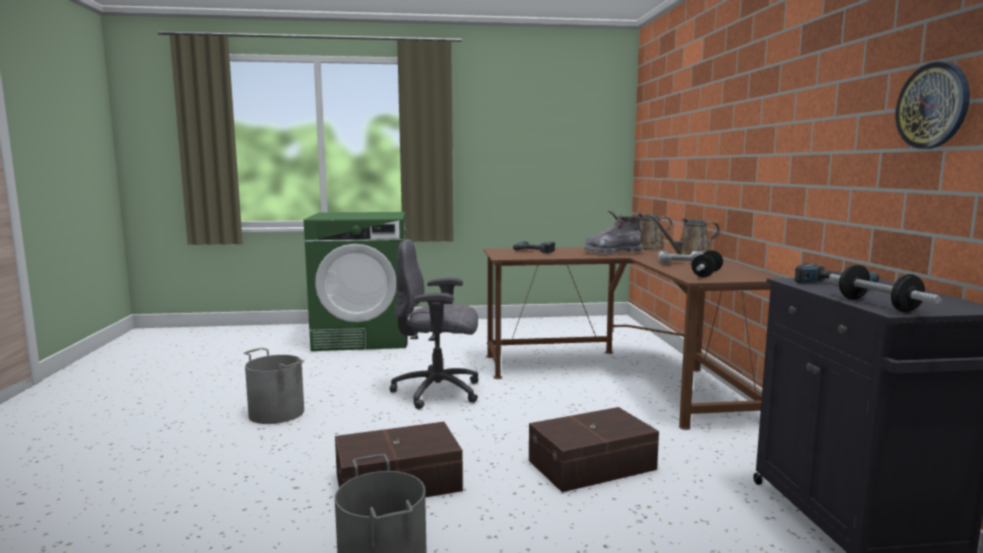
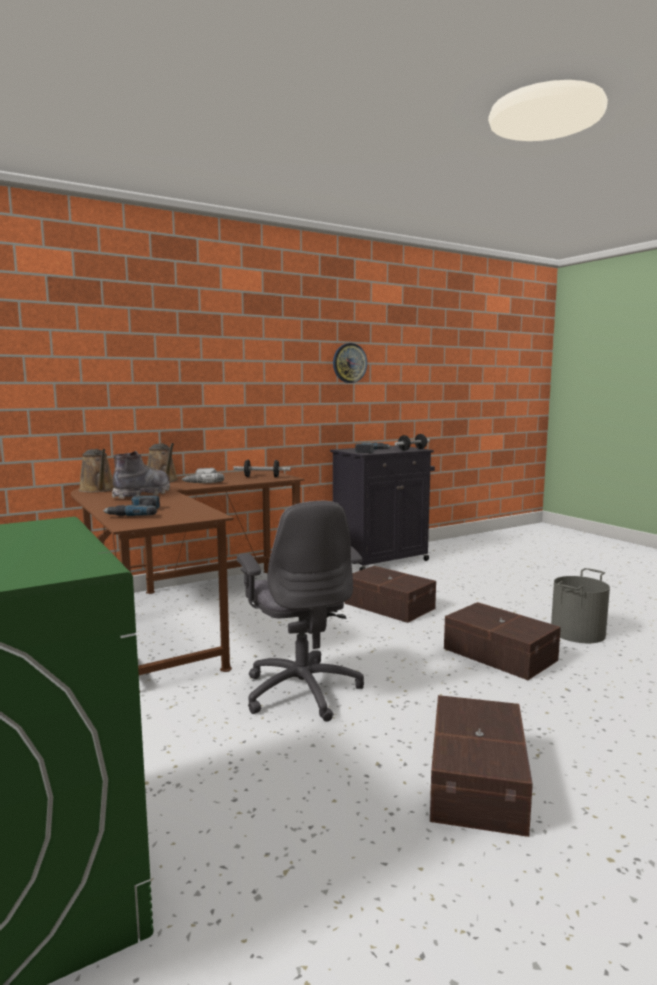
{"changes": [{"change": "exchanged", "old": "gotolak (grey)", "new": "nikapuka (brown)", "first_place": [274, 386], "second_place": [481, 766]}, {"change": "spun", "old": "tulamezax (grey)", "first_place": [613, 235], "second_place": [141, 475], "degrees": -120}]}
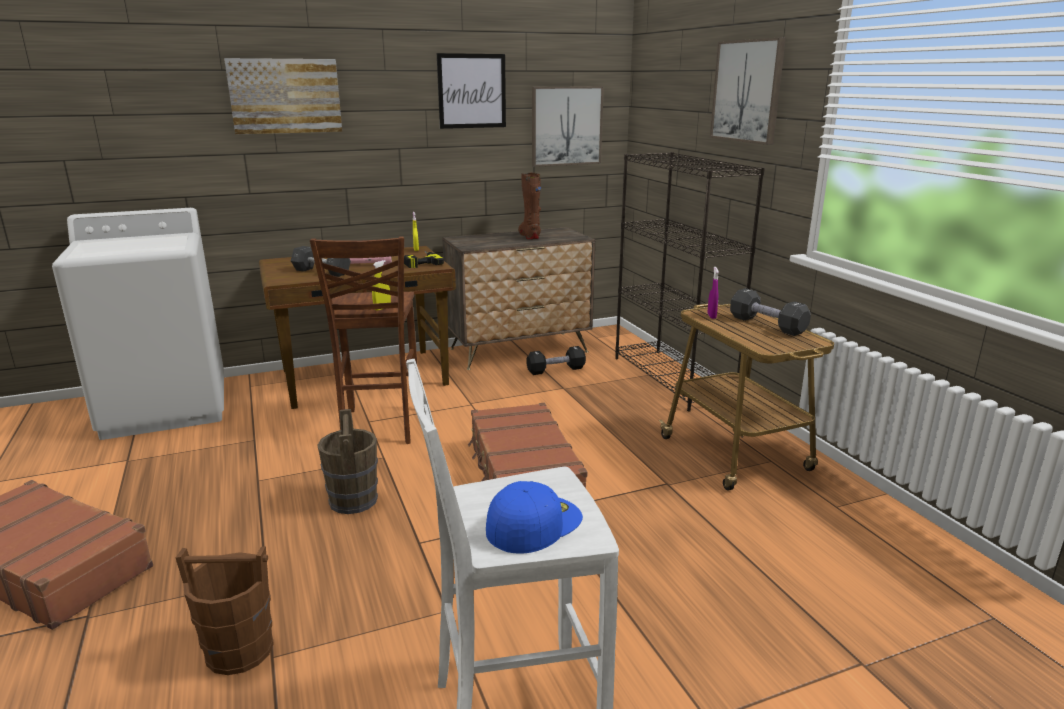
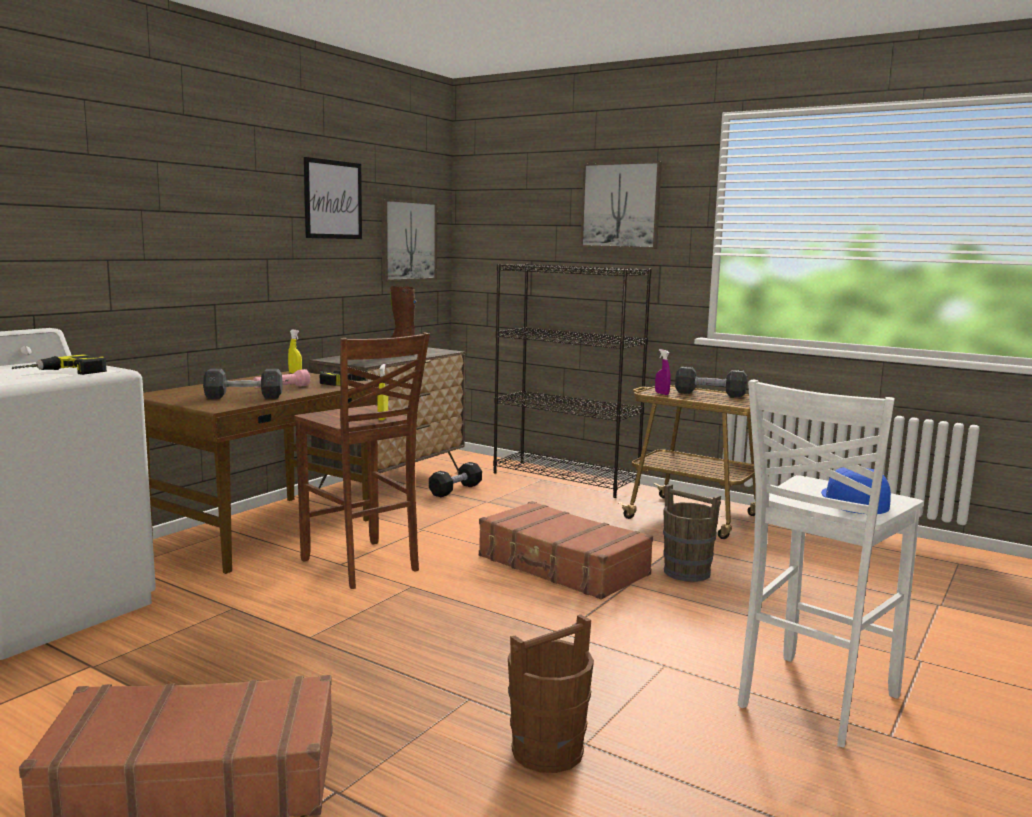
{"changes": [{"change": "missing", "old": "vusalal", "first_place": [283, 96]}, {"change": "relocated", "old": "gotolak (brown)", "first_place": [347, 461], "second_place": [692, 533]}, {"change": "appeared", "new": "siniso", "second_place": [59, 364]}]}
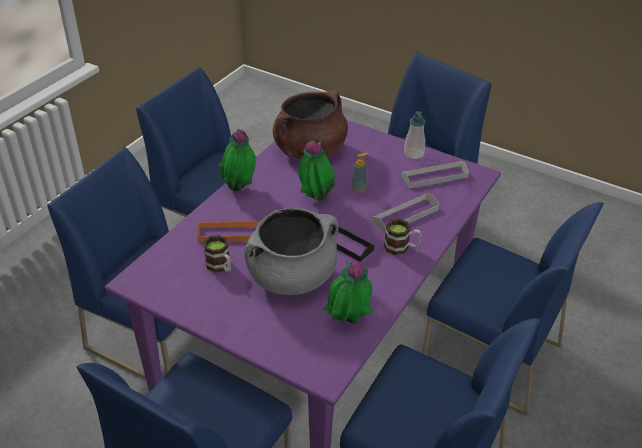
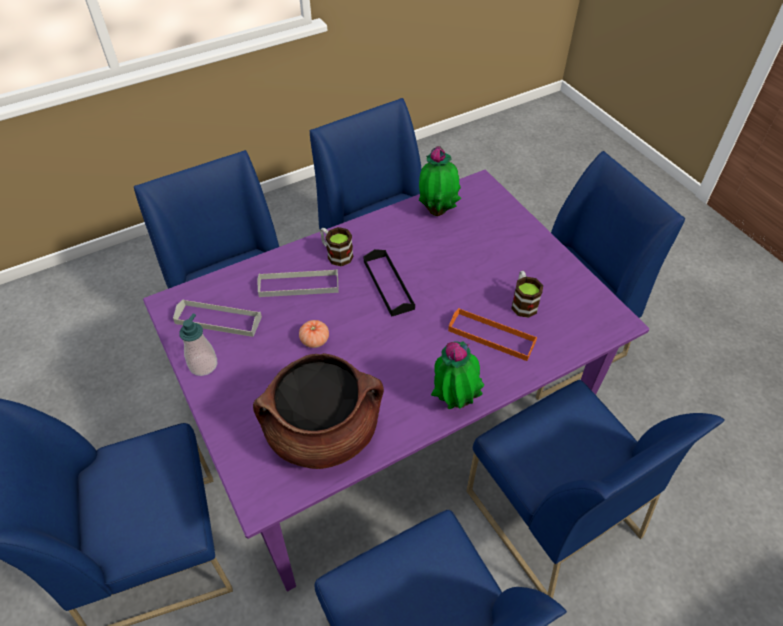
{"changes": [{"change": "missing", "old": "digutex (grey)", "first_place": [291, 251]}, {"change": "missing", "old": "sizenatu", "first_place": [317, 171]}, {"change": "exchanged", "old": "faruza", "new": "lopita", "first_place": [360, 173], "second_place": [314, 334]}]}
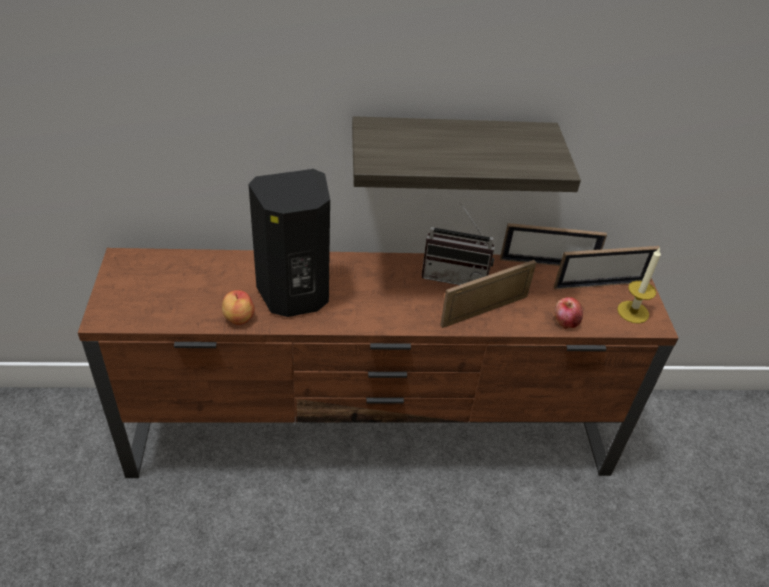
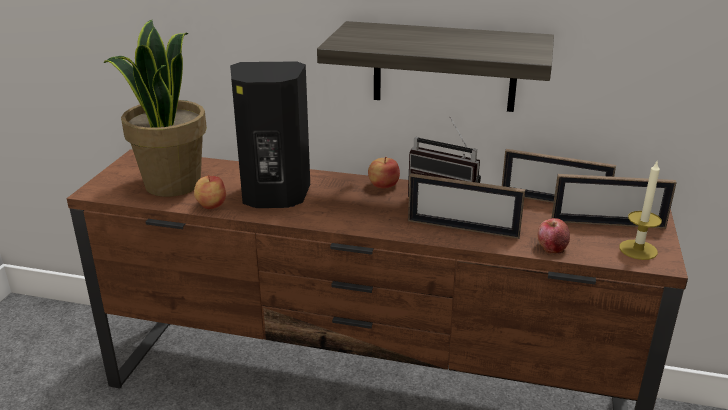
{"changes": [{"change": "spun", "old": "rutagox", "first_place": [488, 294], "second_place": [466, 206], "degrees": -150}, {"change": "appeared", "new": "sizenatu", "second_place": [155, 108]}, {"change": "appeared", "new": "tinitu", "second_place": [384, 172]}]}
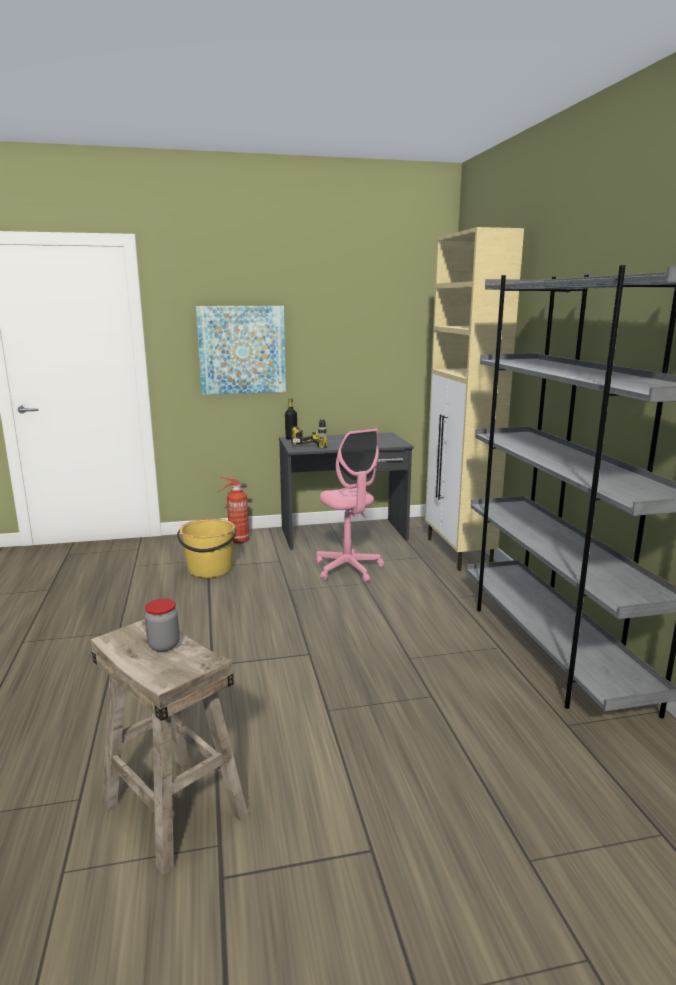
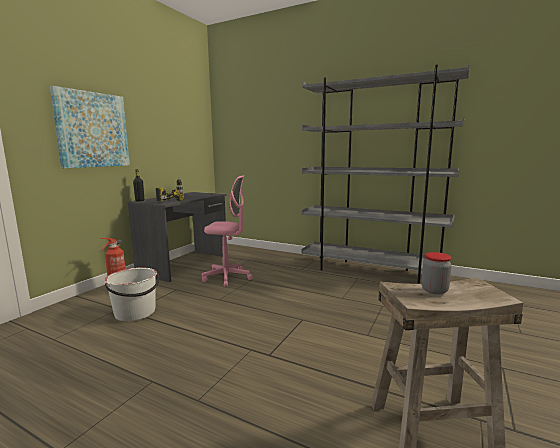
{"changes": [{"change": "colour", "old": "gotolak (yellow)", "new": "gotolak (white)", "first_place": [206, 548], "second_place": [132, 294]}, {"change": "missing", "old": "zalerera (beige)", "first_place": [474, 399]}]}
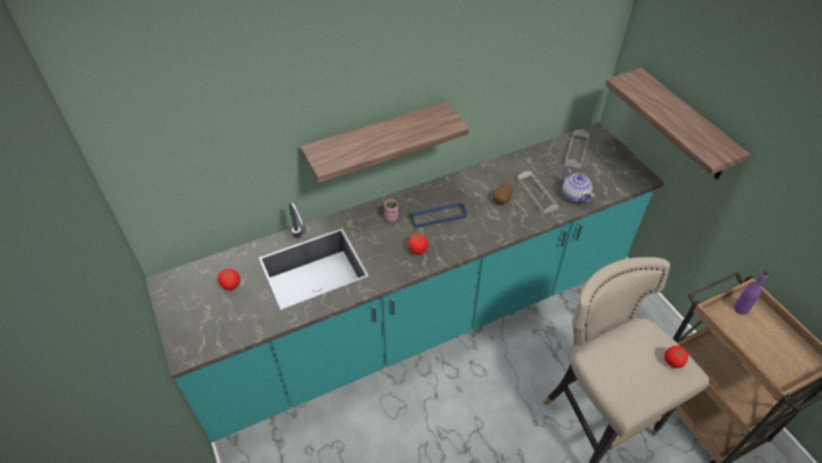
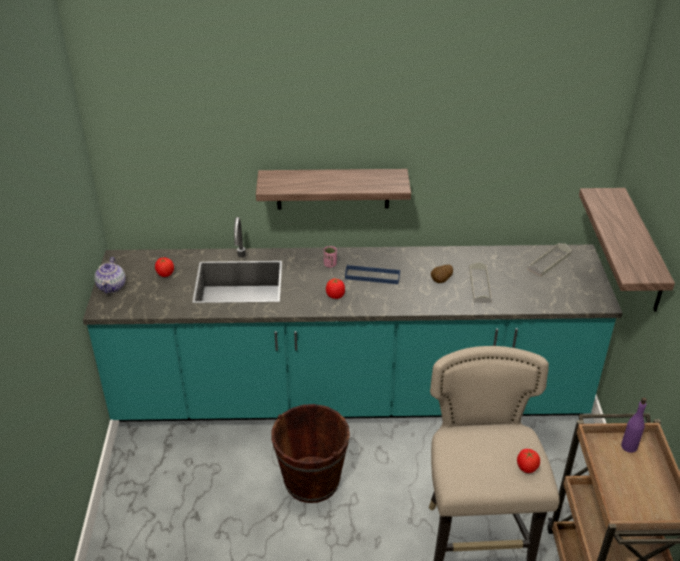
{"changes": [{"change": "relocated", "old": "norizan", "first_place": [578, 186], "second_place": [110, 275]}, {"change": "appeared", "new": "gotolak (brown)", "second_place": [310, 453]}]}
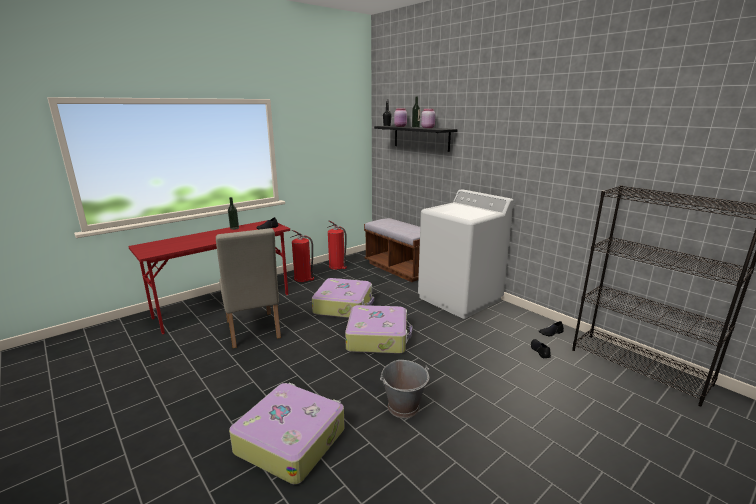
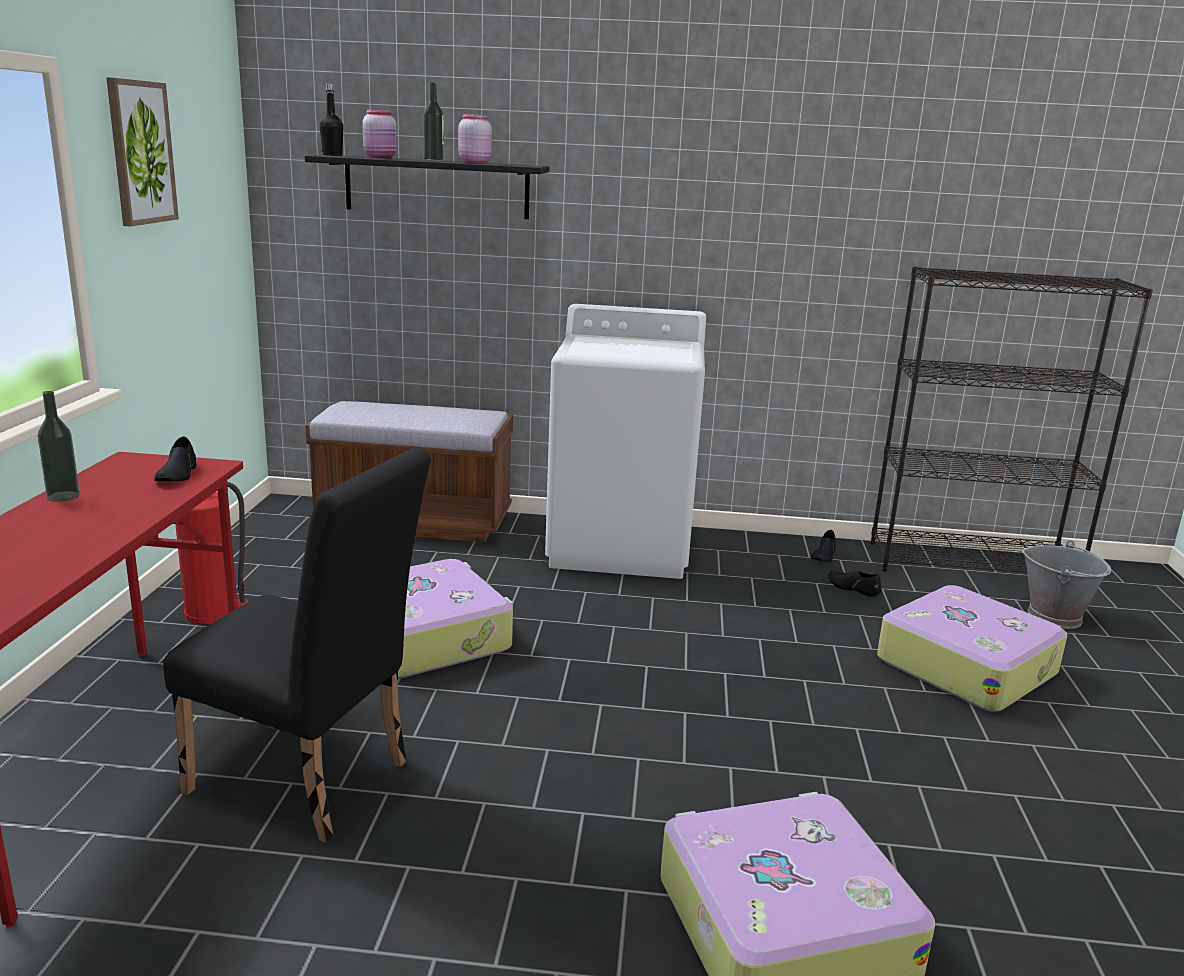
{"changes": [{"change": "colour", "old": "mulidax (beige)", "new": "mulidax (black)", "first_place": [248, 288], "second_place": [297, 645]}, {"change": "missing", "old": "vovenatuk", "first_place": [337, 245]}, {"change": "relocated", "old": "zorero", "first_place": [379, 329], "second_place": [972, 648]}, {"change": "relocated", "old": "gotolak (grey)", "first_place": [404, 389], "second_place": [1066, 584]}, {"change": "appeared", "new": "vusalal", "second_place": [142, 151]}]}
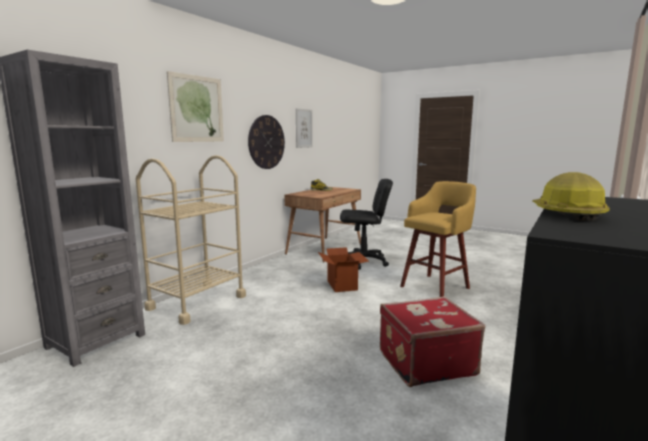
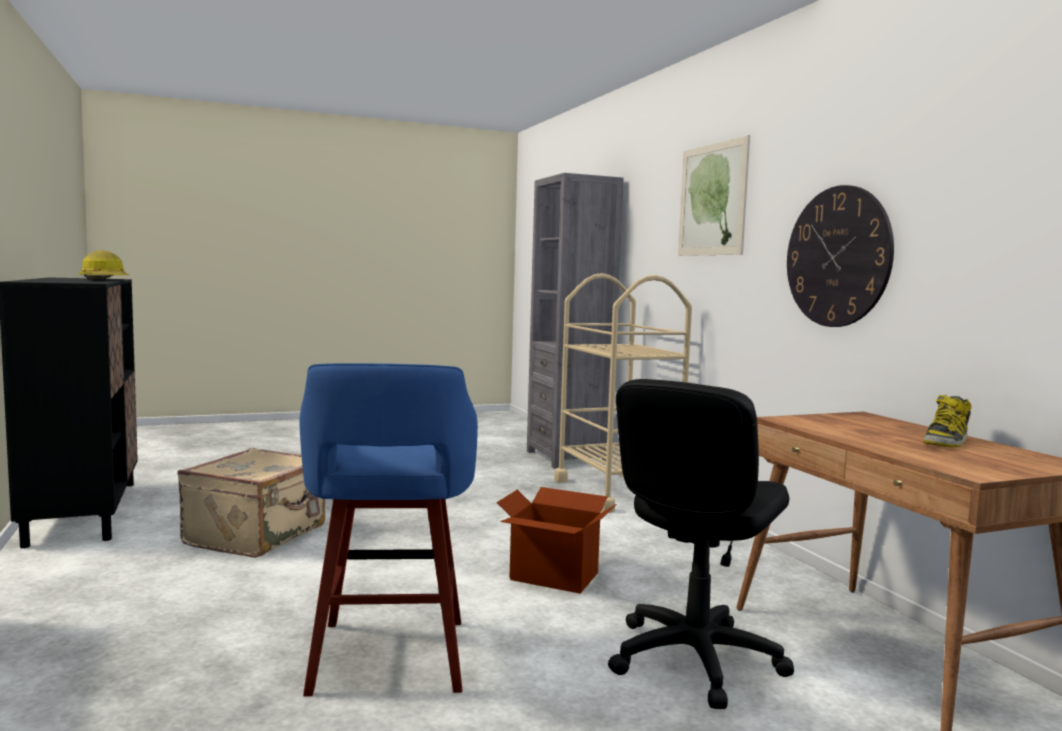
{"changes": [{"change": "missing", "old": "vusalal", "first_place": [304, 128]}, {"change": "colour", "old": "zorero (red)", "new": "zorero (beige)", "first_place": [432, 341], "second_place": [251, 503]}, {"change": "colour", "old": "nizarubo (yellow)", "new": "nizarubo (blue)", "first_place": [438, 239], "second_place": [388, 530]}]}
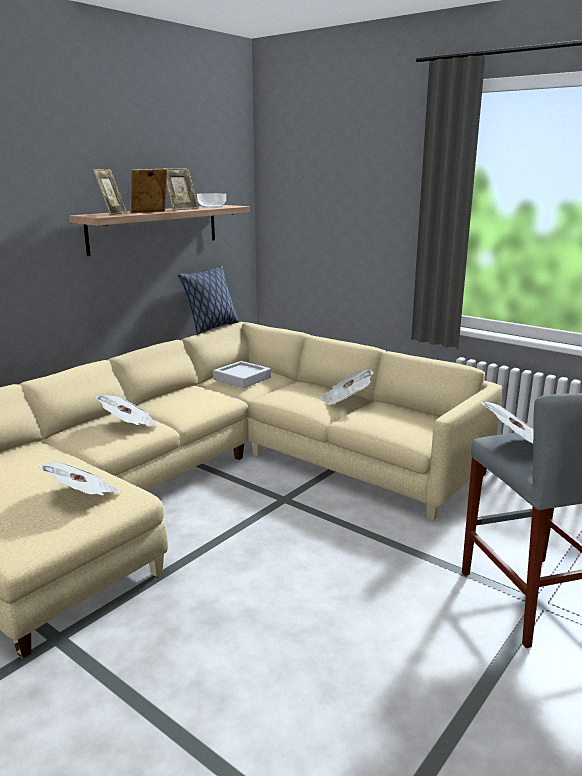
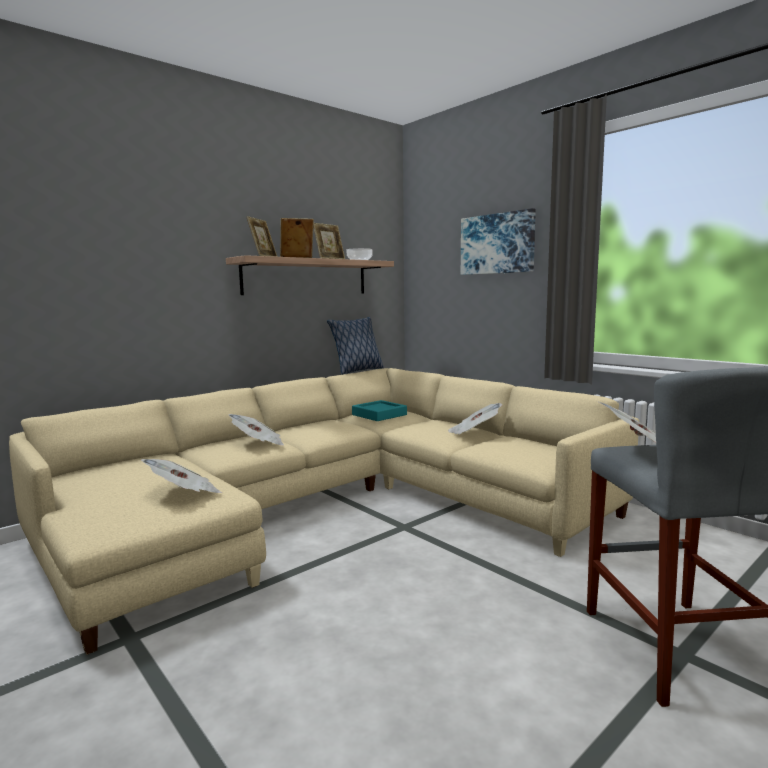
{"changes": [{"change": "colour", "old": "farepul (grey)", "new": "farepul (turquoise)", "first_place": [242, 374], "second_place": [379, 410]}, {"change": "appeared", "new": "vusalal", "second_place": [498, 241]}]}
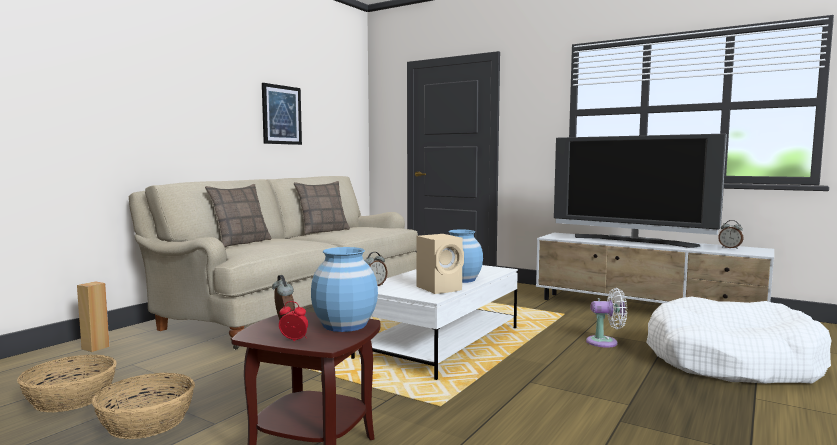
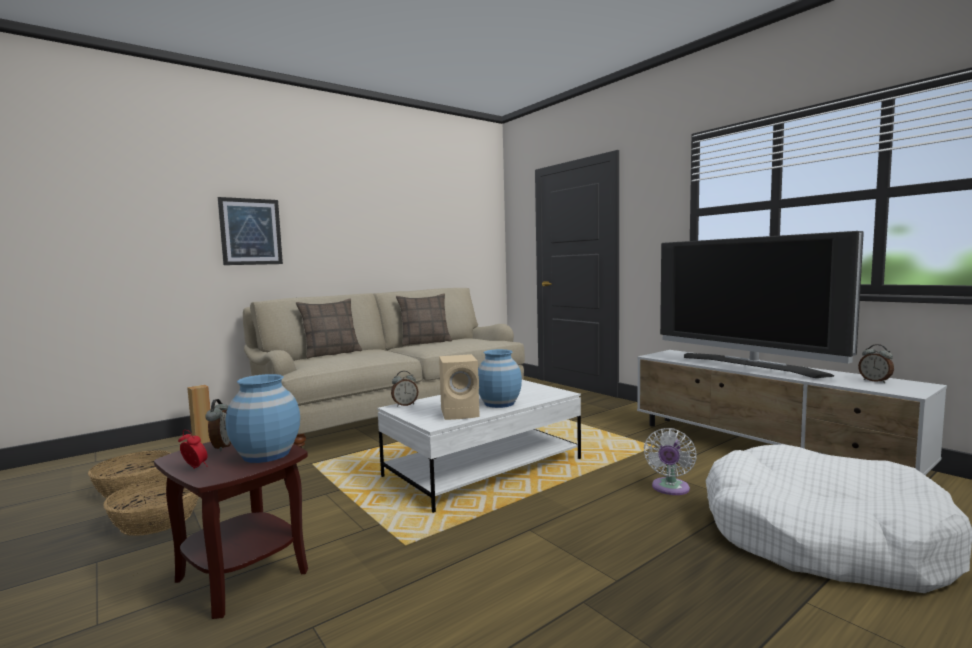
{"changes": [{"change": "relocated", "old": "vusalal", "first_place": [282, 114], "second_place": [250, 231]}, {"change": "spun", "old": "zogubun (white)", "first_place": [606, 318], "second_place": [670, 461], "degrees": 90}]}
